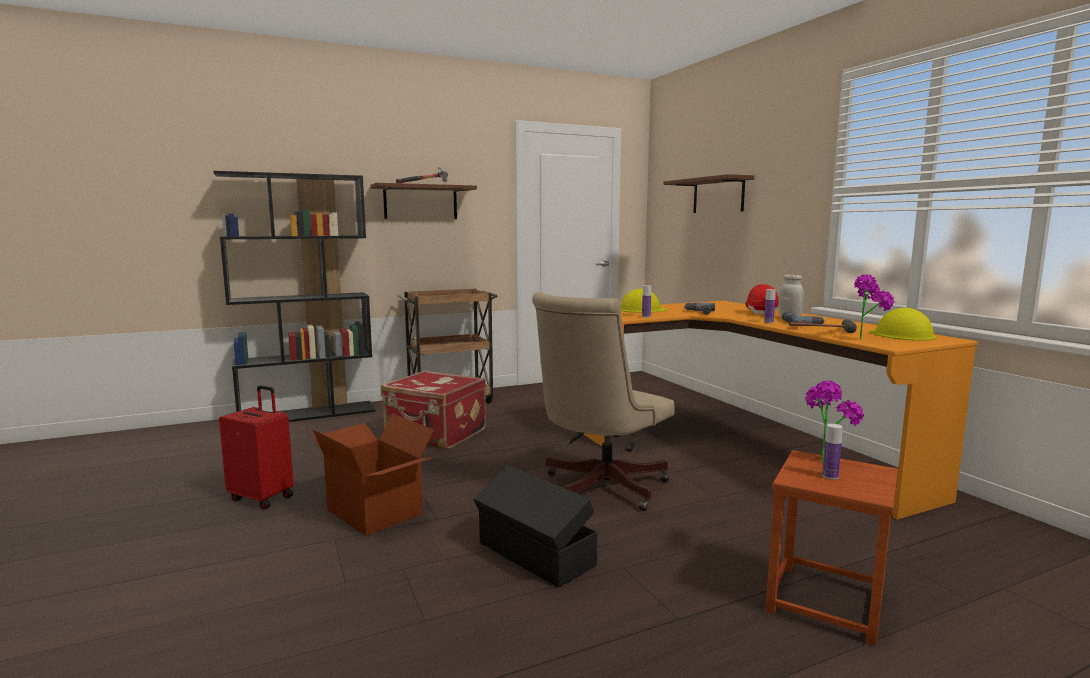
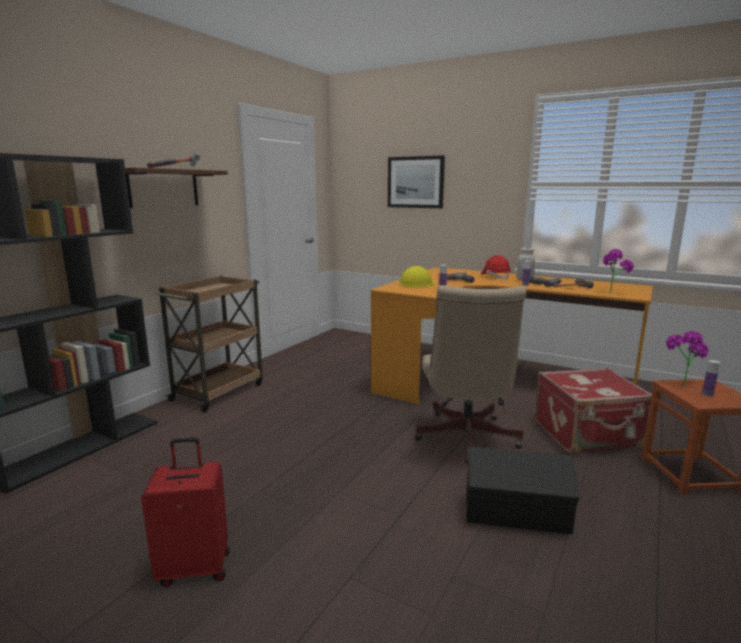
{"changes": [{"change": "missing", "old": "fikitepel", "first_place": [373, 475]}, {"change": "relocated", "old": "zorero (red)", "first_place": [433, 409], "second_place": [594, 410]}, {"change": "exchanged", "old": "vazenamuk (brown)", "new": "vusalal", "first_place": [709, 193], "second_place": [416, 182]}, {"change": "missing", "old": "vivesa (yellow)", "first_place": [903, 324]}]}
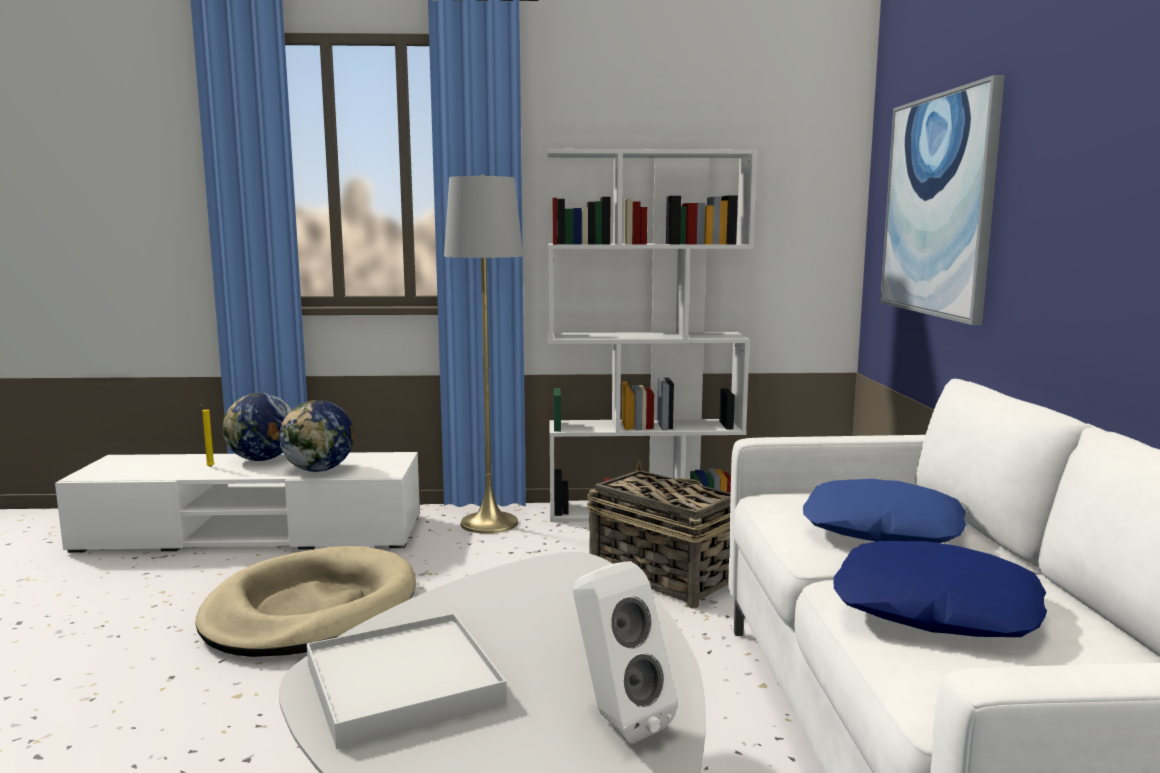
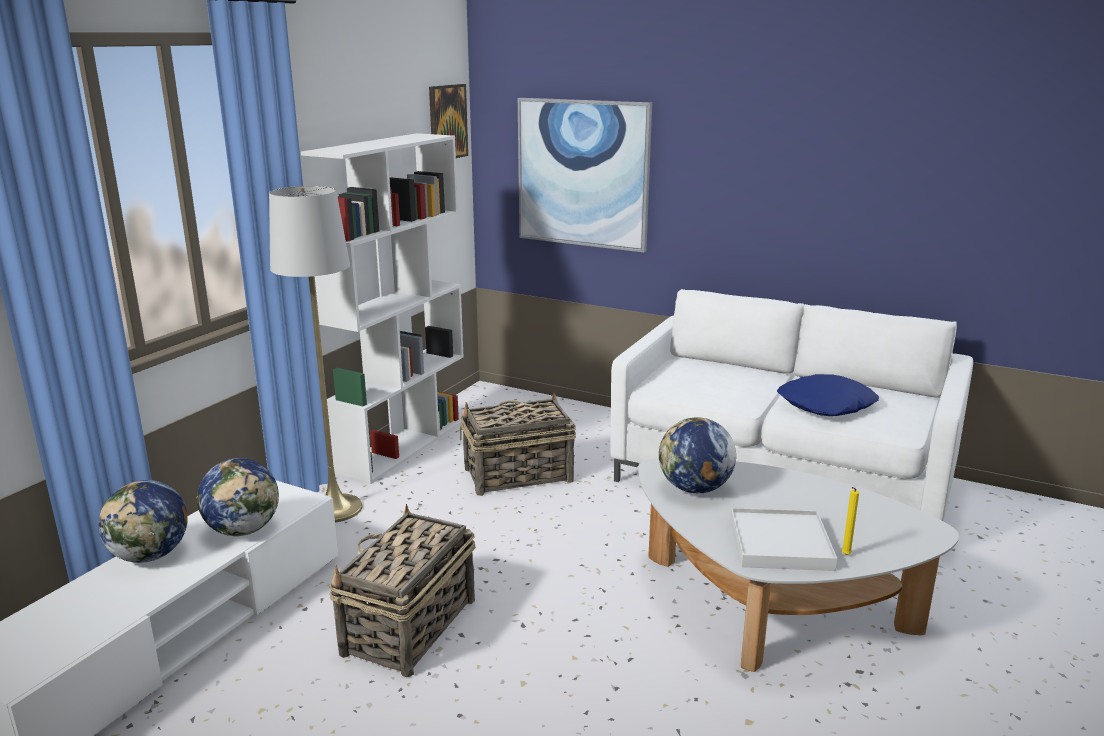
{"changes": [{"change": "exchanged", "old": "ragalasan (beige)", "new": "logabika", "first_place": [306, 601], "second_place": [402, 590]}, {"change": "relocated", "old": "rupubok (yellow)", "first_place": [207, 435], "second_place": [850, 521]}, {"change": "missing", "old": "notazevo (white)", "first_place": [625, 652]}, {"change": "missing", "old": "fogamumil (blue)", "first_place": [884, 511]}, {"change": "appeared", "new": "vusalal", "second_place": [448, 121]}, {"change": "appeared", "new": "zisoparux", "second_place": [697, 455]}]}
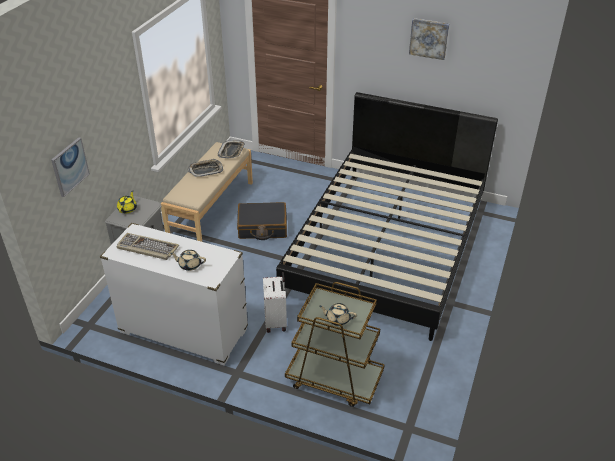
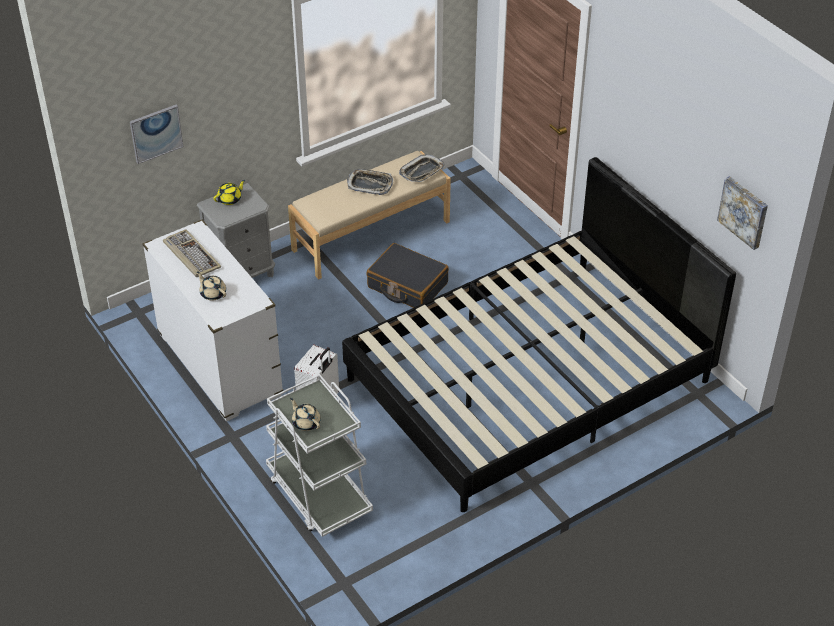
{"changes": [{"change": "colour", "old": "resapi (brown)", "new": "resapi (white)", "first_place": [335, 344], "second_place": [319, 455]}, {"change": "relocated", "old": "vusalal", "first_place": [429, 39], "second_place": [742, 213]}]}
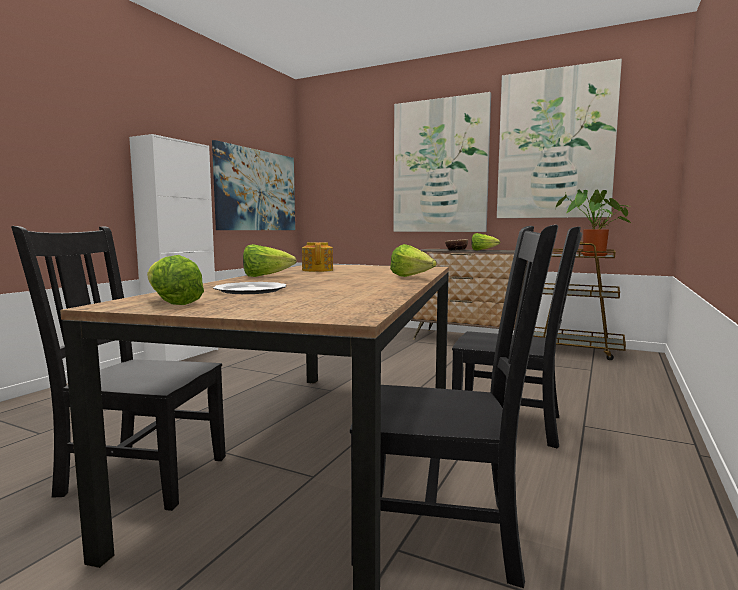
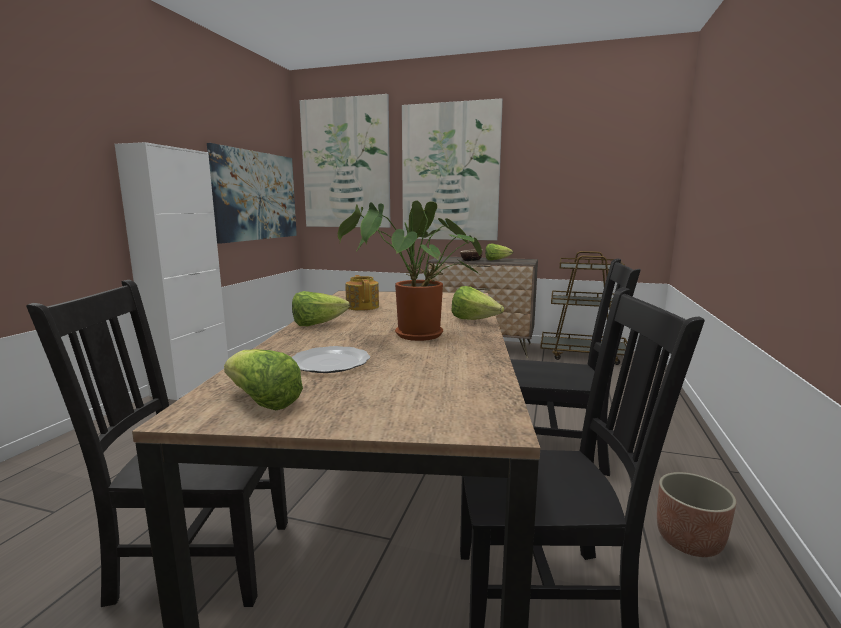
{"changes": [{"change": "relocated", "old": "vusalal", "first_place": [559, 138], "second_place": [345, 161]}, {"change": "relocated", "old": "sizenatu", "first_place": [594, 223], "second_place": [410, 270]}, {"change": "appeared", "new": "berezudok", "second_place": [697, 514]}]}
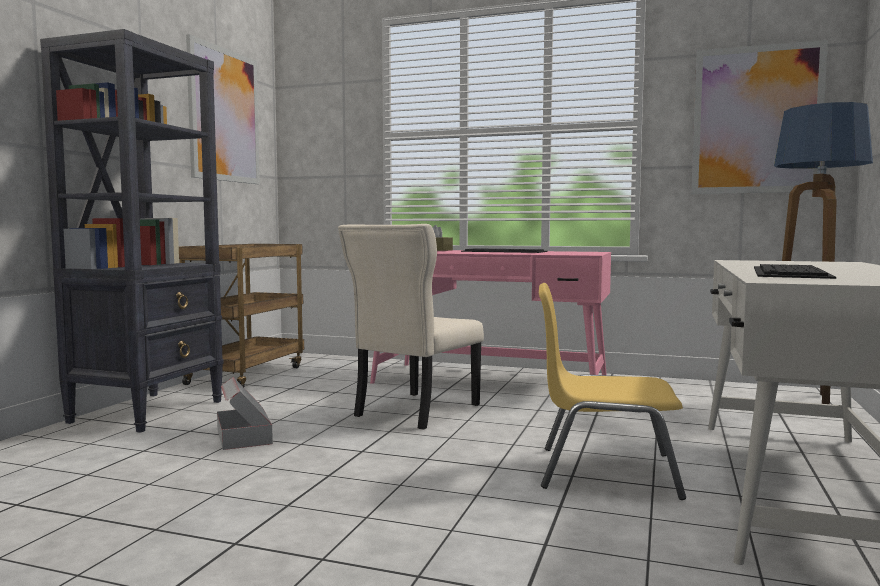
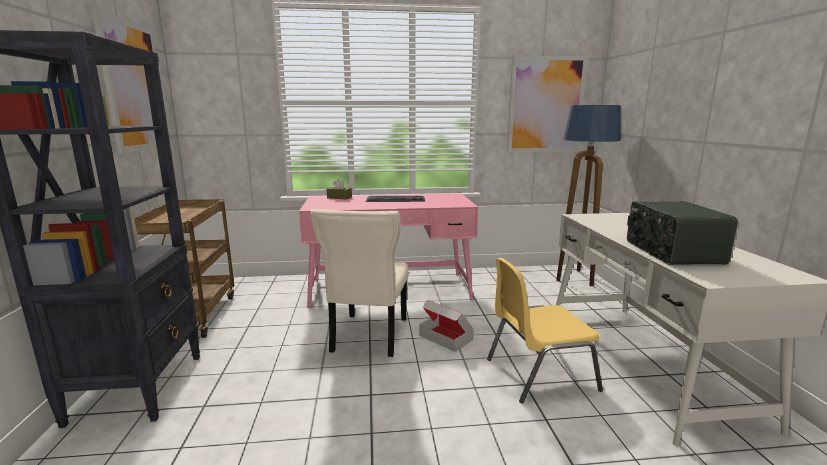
{"changes": [{"change": "relocated", "old": "fikitepel", "first_place": [245, 413], "second_place": [446, 326]}, {"change": "exchanged", "old": "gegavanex", "new": "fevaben", "first_place": [795, 271], "second_place": [682, 233]}]}
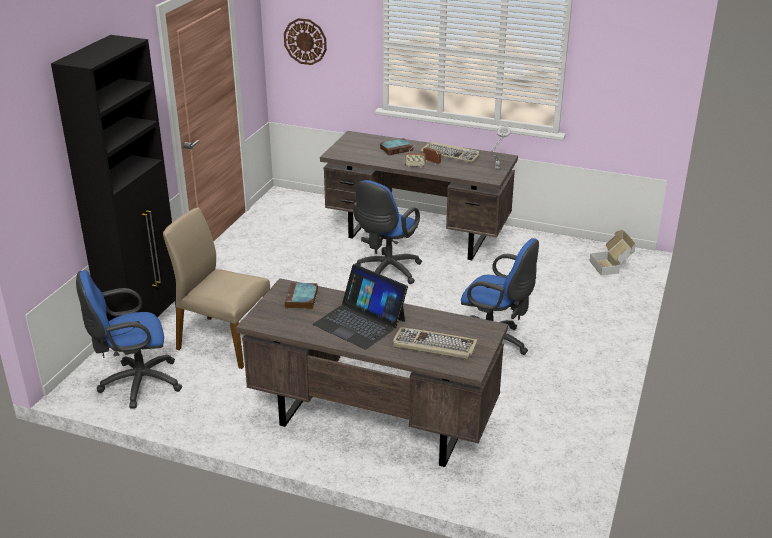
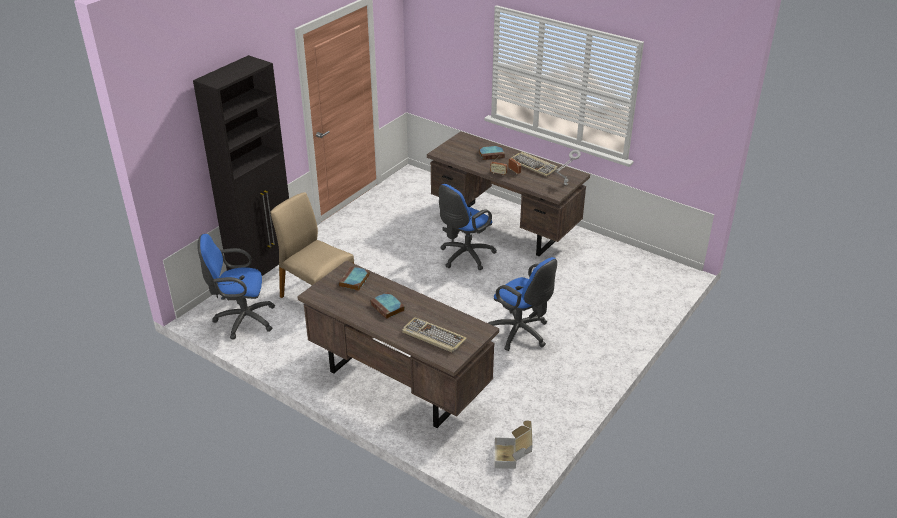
{"changes": [{"change": "missing", "old": "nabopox", "first_place": [305, 41]}, {"change": "exchanged", "old": "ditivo", "new": "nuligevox", "first_place": [360, 306], "second_place": [387, 305]}, {"change": "relocated", "old": "fikitepel", "first_place": [613, 253], "second_place": [514, 444]}]}
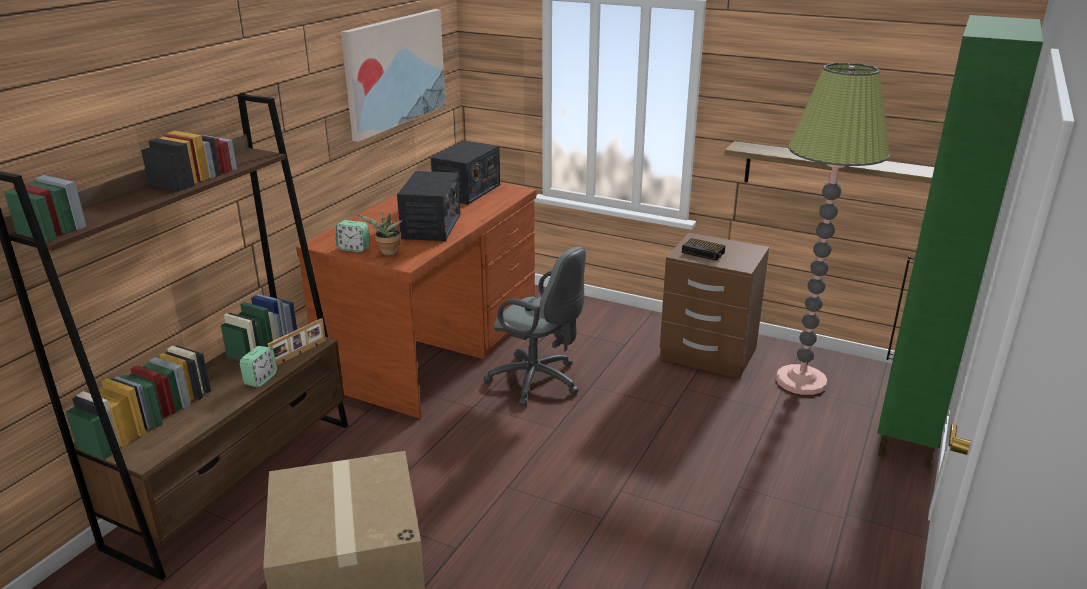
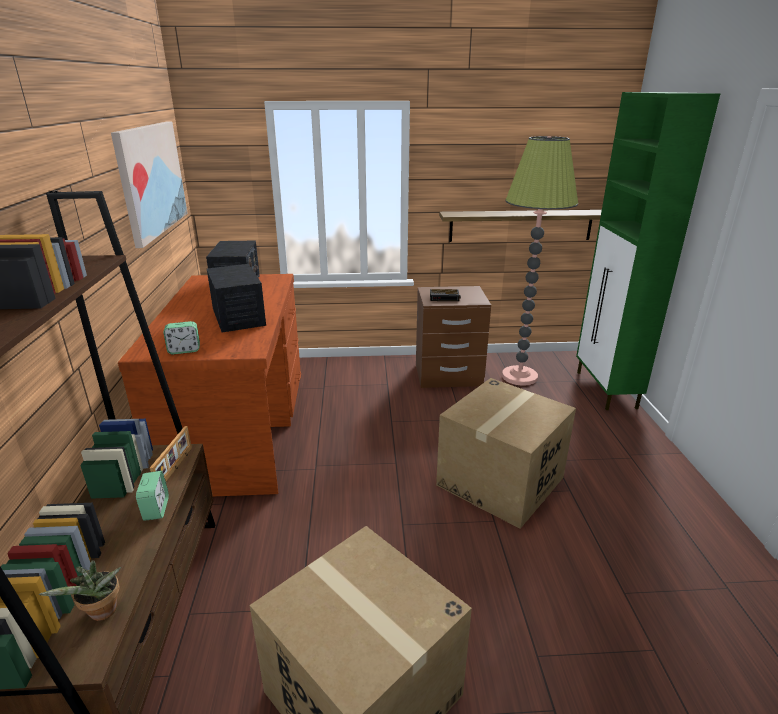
{"changes": [{"change": "relocated", "old": "sizenatu", "first_place": [380, 234], "second_place": [79, 590]}, {"change": "missing", "old": "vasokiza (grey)", "first_place": [535, 326]}, {"change": "appeared", "new": "fikitepel", "second_place": [506, 453]}]}
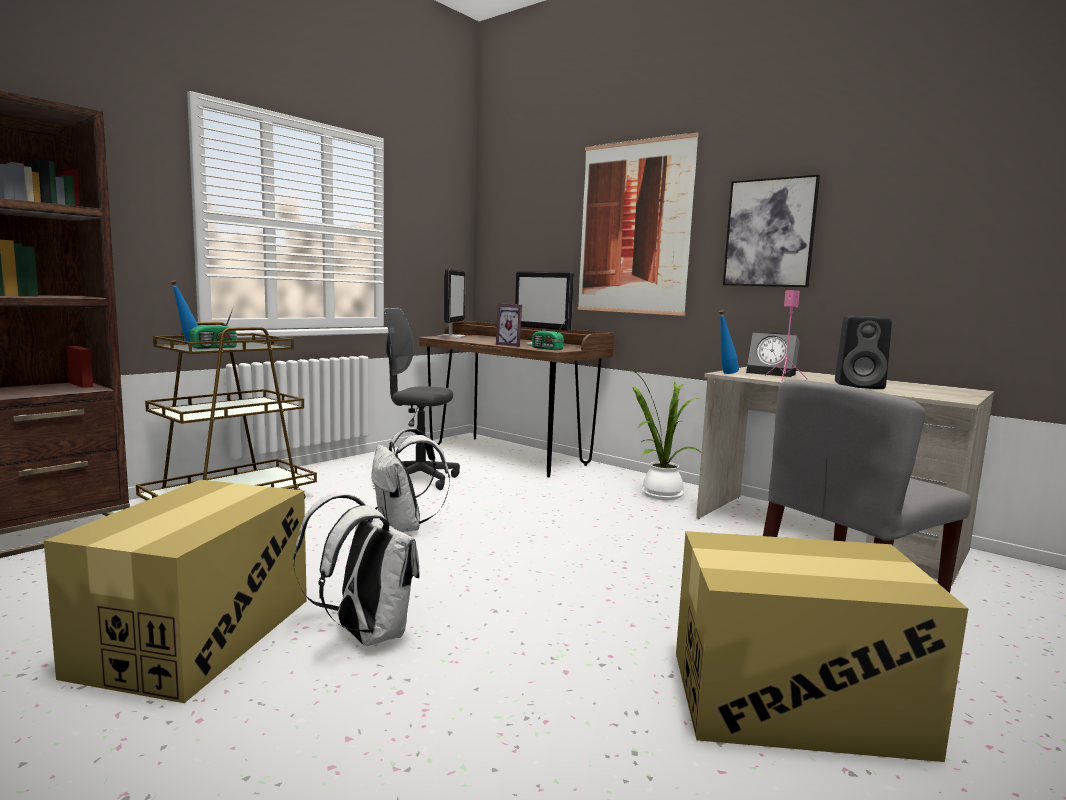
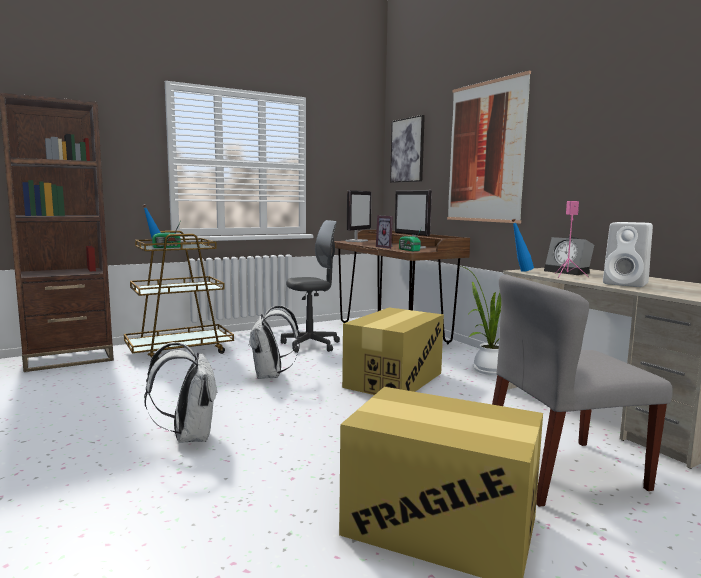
{"changes": [{"change": "relocated", "old": "fikitepel", "first_place": [175, 591], "second_place": [393, 351]}, {"change": "spun", "old": "vasokiza (grey)", "first_place": [422, 399], "second_place": [310, 286], "degrees": 120}, {"change": "relocated", "old": "vusalal", "first_place": [771, 230], "second_place": [407, 149]}, {"change": "colour", "old": "notazevo (black)", "new": "notazevo (white)", "first_place": [863, 352], "second_place": [628, 254]}]}
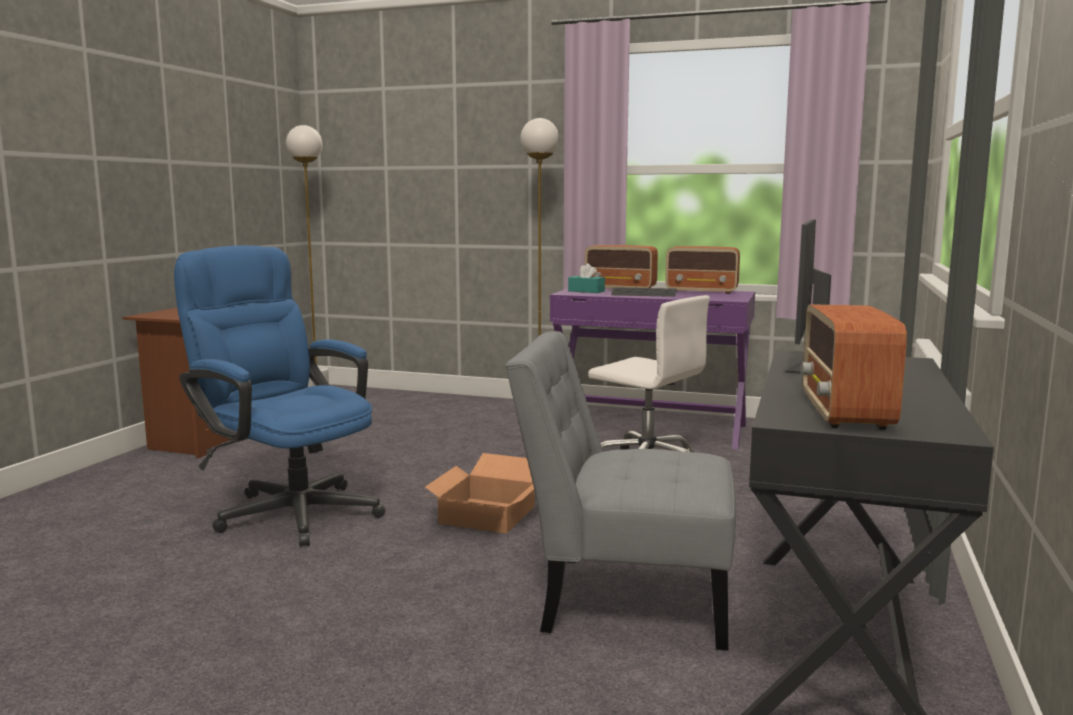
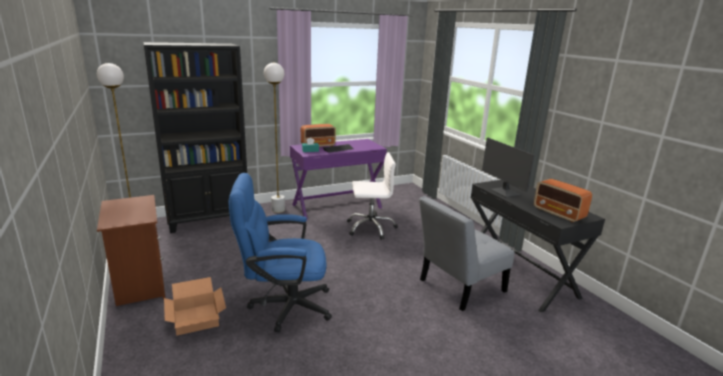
{"changes": [{"change": "relocated", "old": "fikitepel", "first_place": [478, 493], "second_place": [195, 306]}, {"change": "missing", "old": "fevaben", "first_place": [702, 270]}, {"change": "appeared", "new": "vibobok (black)", "second_place": [195, 137]}]}
